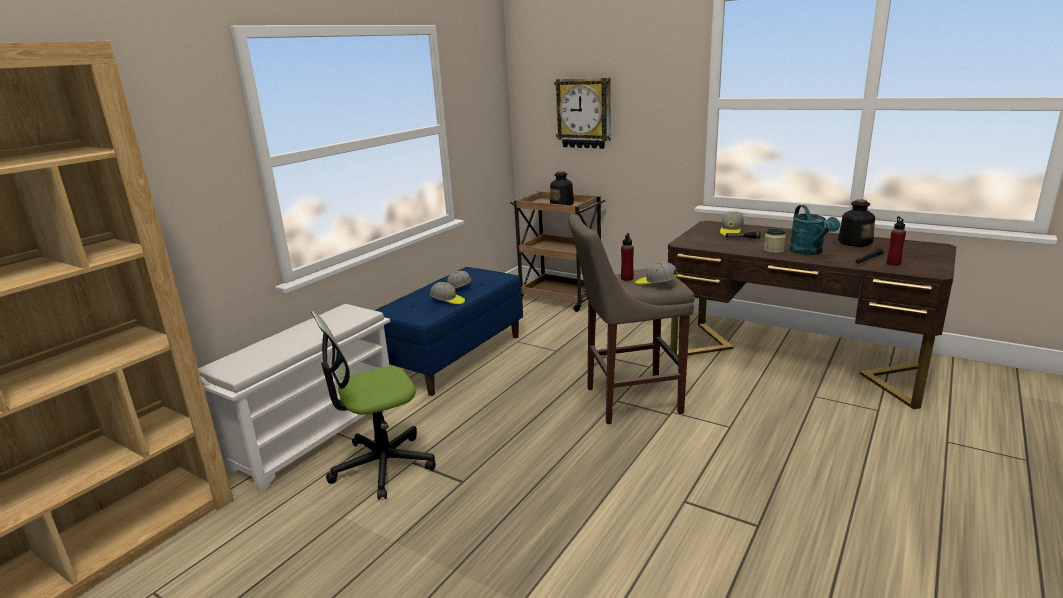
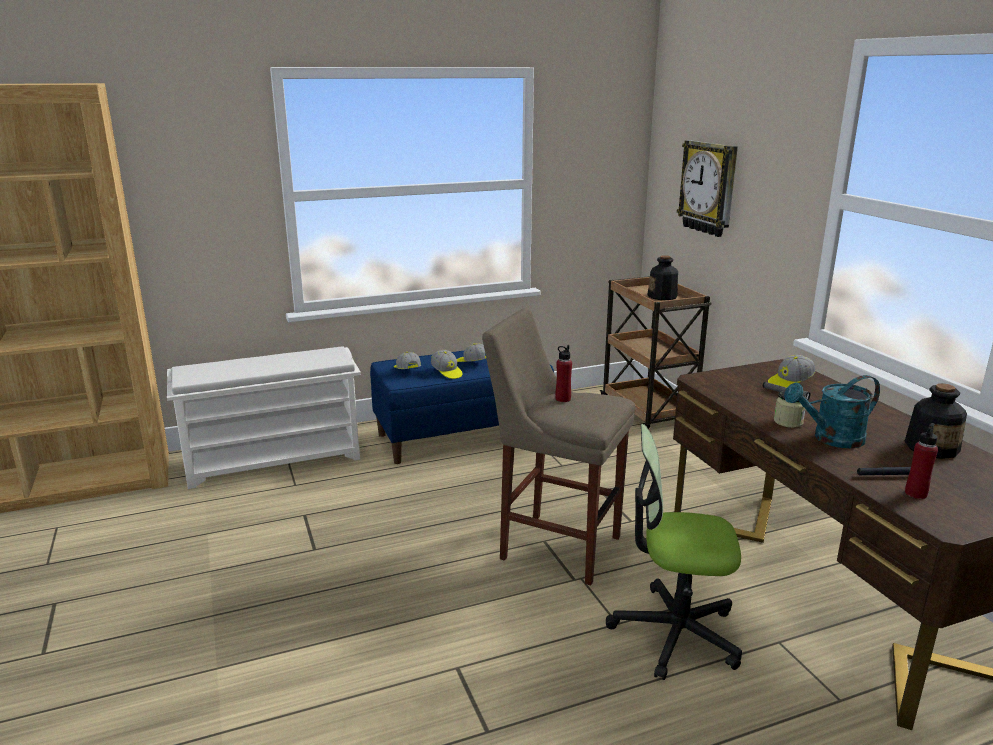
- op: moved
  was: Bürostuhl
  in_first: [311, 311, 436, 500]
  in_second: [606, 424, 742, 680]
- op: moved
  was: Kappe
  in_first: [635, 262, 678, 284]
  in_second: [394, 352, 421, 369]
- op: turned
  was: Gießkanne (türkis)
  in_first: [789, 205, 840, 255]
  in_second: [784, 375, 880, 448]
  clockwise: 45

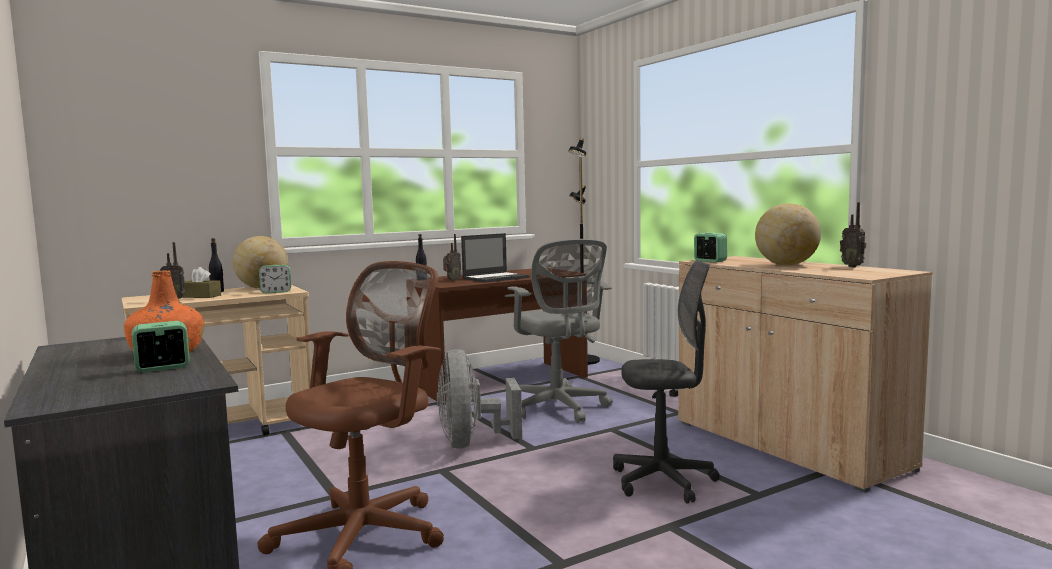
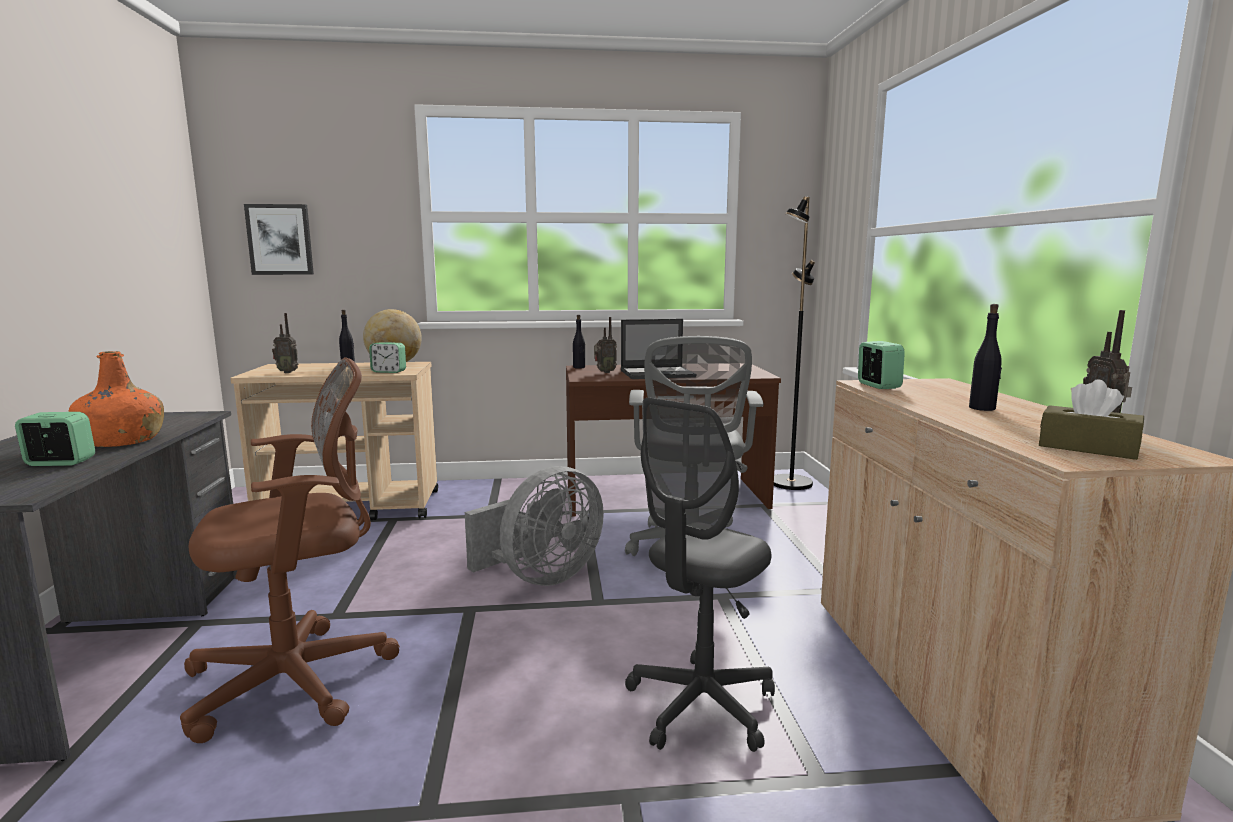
- op: moved
  was: Taschentuchbox (braun)
  in_first: [182, 267, 221, 298]
  in_second: [1039, 379, 1144, 460]
- op: turned
  was: Ventilator (grau)
  in_first: [437, 349, 522, 449]
  in_second: [465, 466, 604, 586]
  clockwise: -150
- op: turned
  was: Bürostuhl (grau)
  in_first: [613, 260, 719, 504]
  in_second: [625, 398, 775, 752]
  clockwise: 105
- op: replaced
  was: Globus
  now: Flasche (schwarz)
  in_first: [755, 203, 821, 265]
  in_second: [969, 304, 1002, 411]
- op: added
  now: Bild
  in_second: [244, 204, 314, 275]

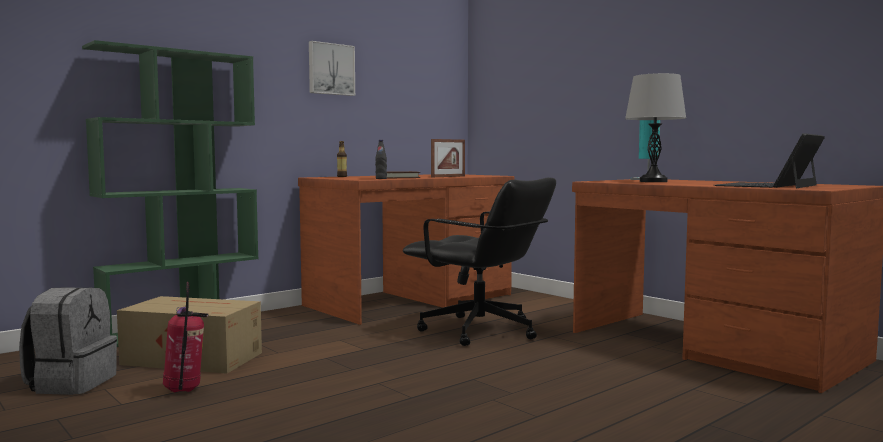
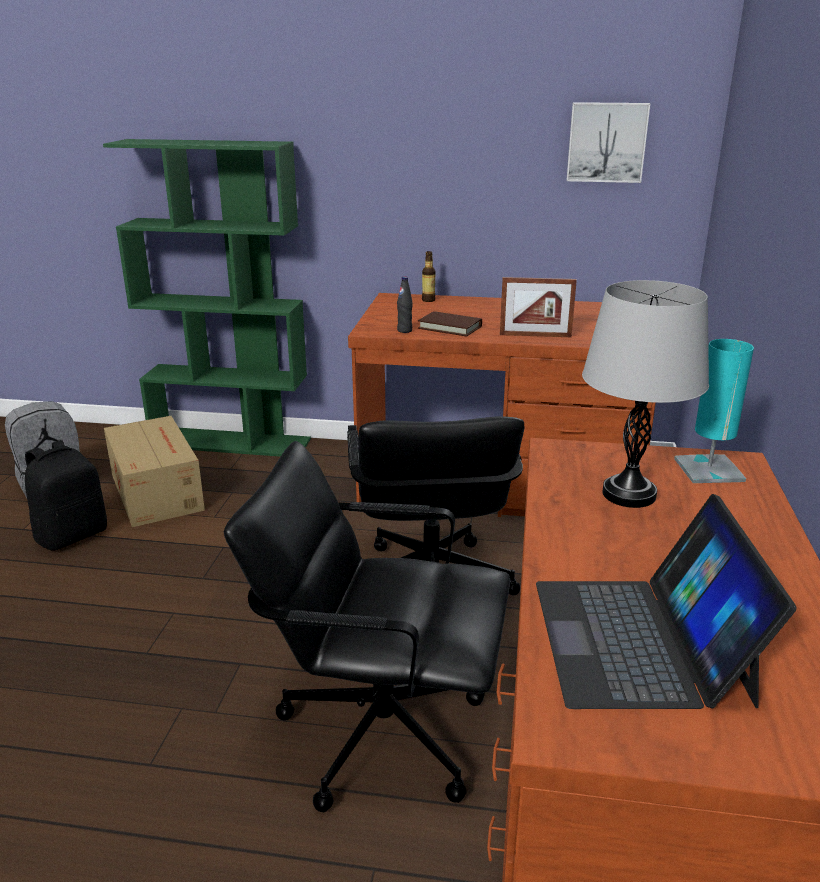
- op: replaced
  was: Feuerlöscher
  now: Rucksack (schwarz)
  in_first: [163, 282, 209, 392]
  in_second: [25, 440, 107, 551]
- op: moved
  was: Bild
  in_first: [309, 41, 355, 96]
  in_second: [566, 102, 650, 183]
- op: turned
  was: Laptop
  in_first: [714, 133, 825, 188]
  in_second: [536, 494, 797, 709]
  clockwise: -90
- op: added
  now: Bürostuhl (schwarz)
  in_second: [224, 441, 510, 813]

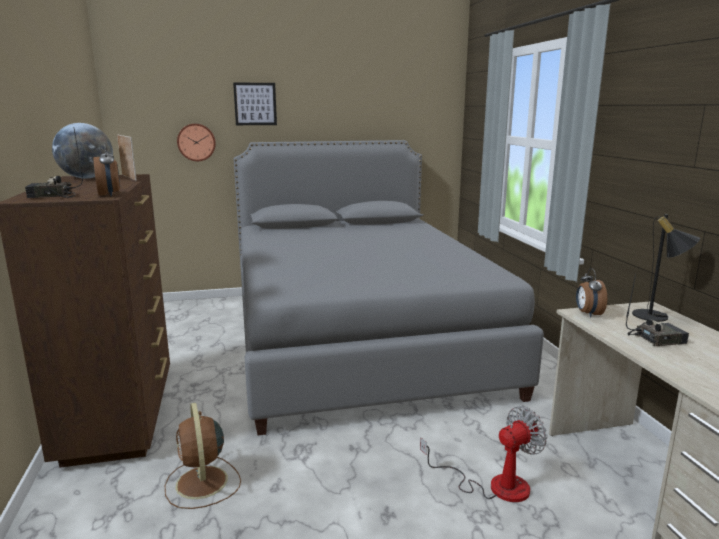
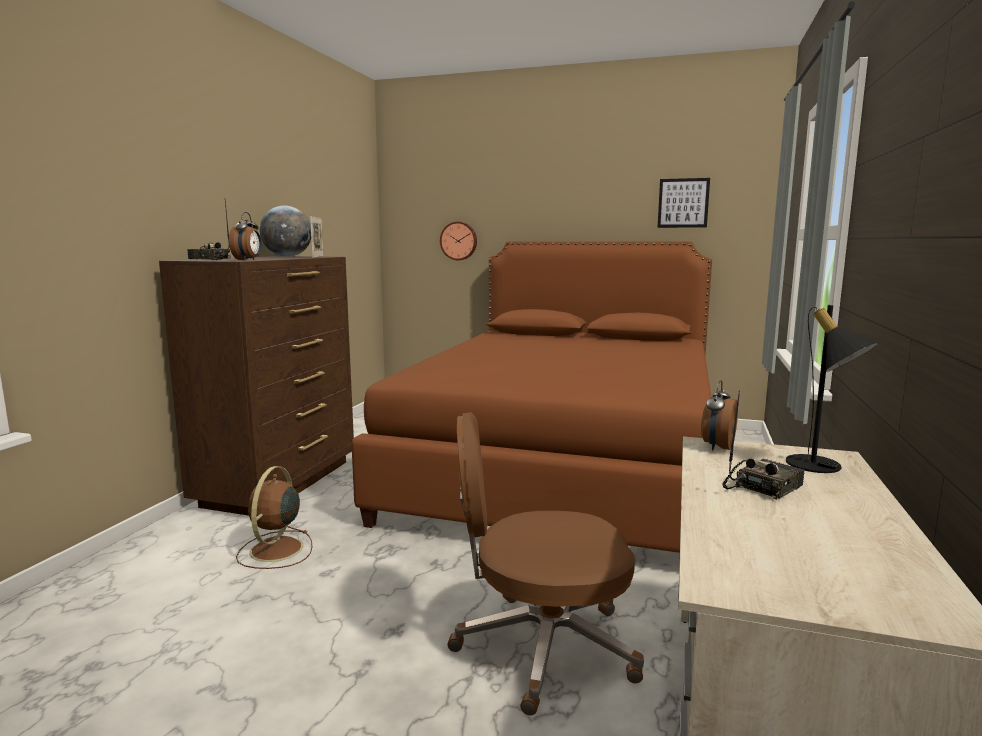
- op: moved
  was: Bild
  in_first: [233, 82, 277, 125]
  in_second: [658, 178, 710, 228]
- op: recoloured
  was: Bett (grau)
  now: Bett (braun)
  in_first: [234, 140, 544, 435]
  in_second: [352, 241, 712, 553]
- op: replaced
  was: Ventilator
  now: Bürostuhl (braun)
  in_first: [420, 406, 547, 502]
  in_second: [448, 412, 644, 715]
- op: turned
  was: Radio
  in_first: [626, 274, 689, 346]
  in_second: [722, 391, 805, 500]
  clockwise: -60

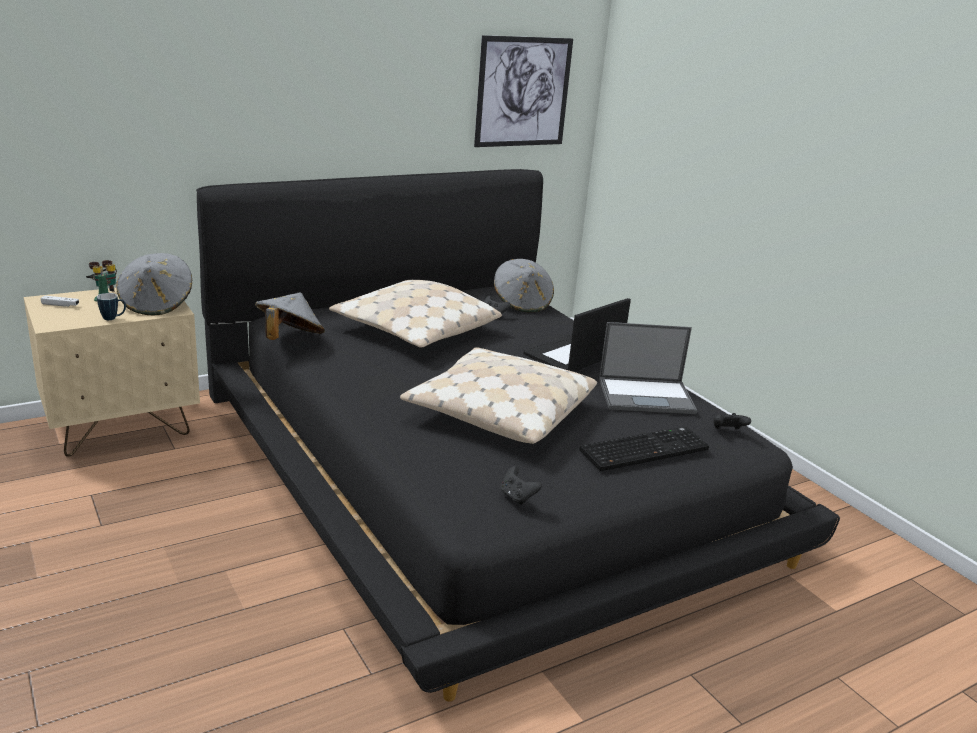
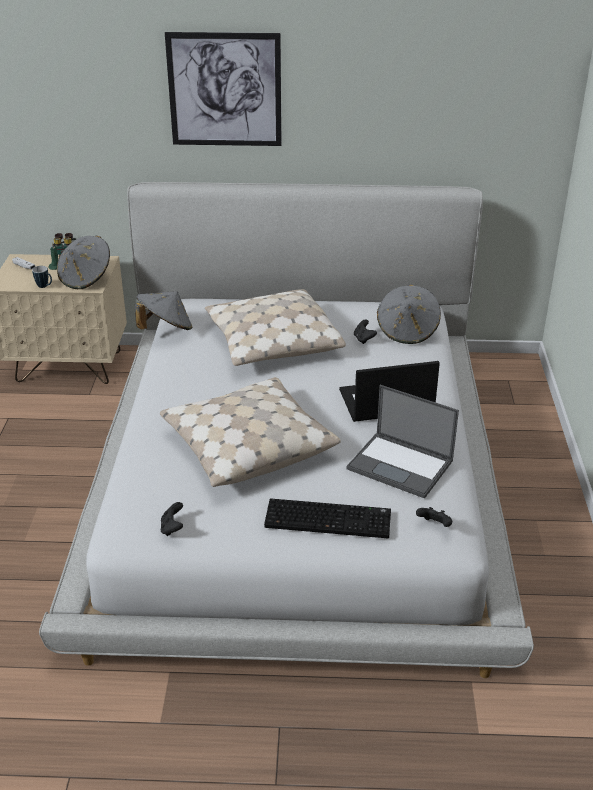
- op: recoloured
  was: Bett (schwarz)
  now: Bett (weiß)
  in_first: [196, 169, 840, 702]
  in_second: [39, 182, 534, 678]
- op: moved
  was: Bild
  in_first: [474, 35, 573, 147]
  in_second: [165, 32, 281, 146]

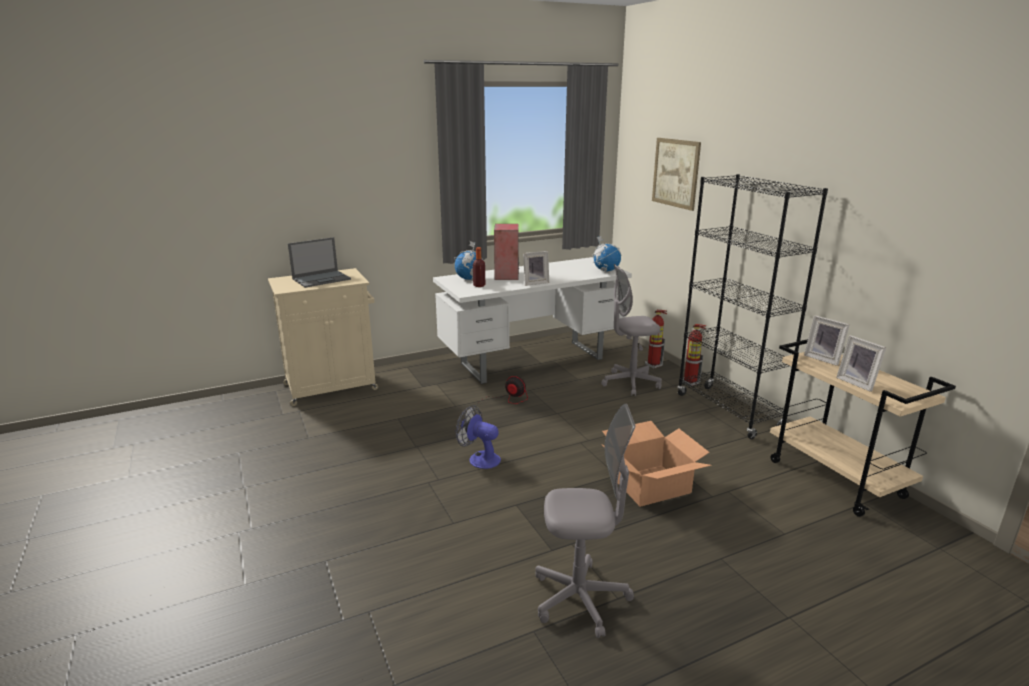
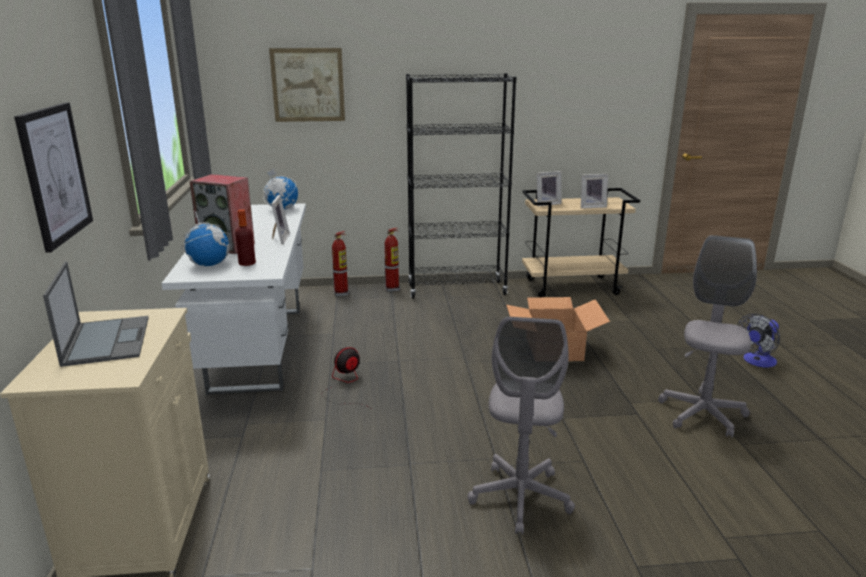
- op: moved
  was: Ventilator
  in_first: [456, 405, 501, 469]
  in_second: [737, 314, 780, 367]
- op: moved
  was: Bürostuhl (grau)
  in_first: [601, 264, 662, 396]
  in_second: [467, 317, 575, 535]
- op: added
  now: Bild
  in_second: [14, 102, 93, 253]

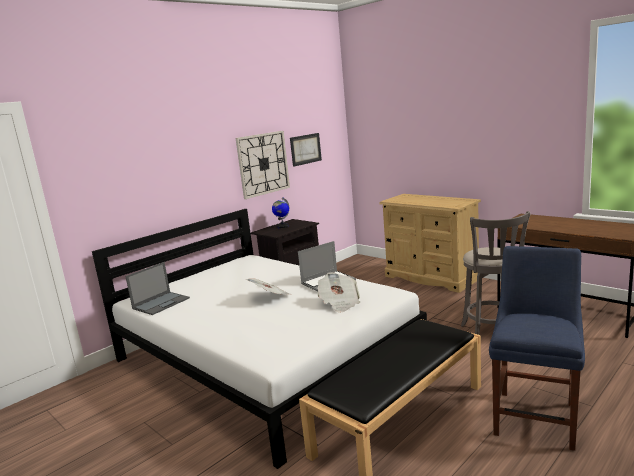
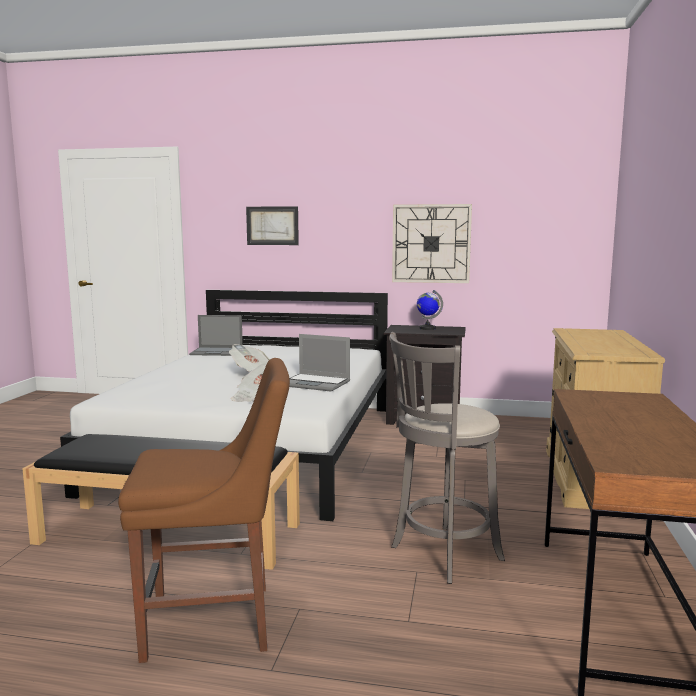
- op: moved
  was: Bild
  in_first: [290, 133, 322, 167]
  in_second: [246, 206, 299, 245]
- op: recoloured
  was: Stuhl (blau)
  now: Stuhl (braun)
  in_first: [489, 246, 585, 451]
  in_second: [118, 358, 290, 663]

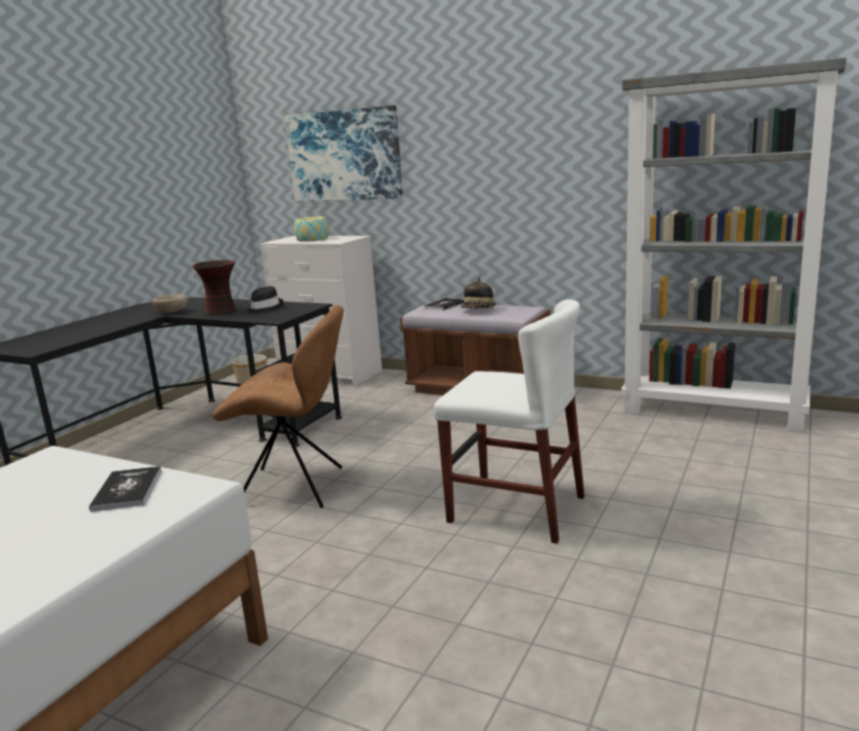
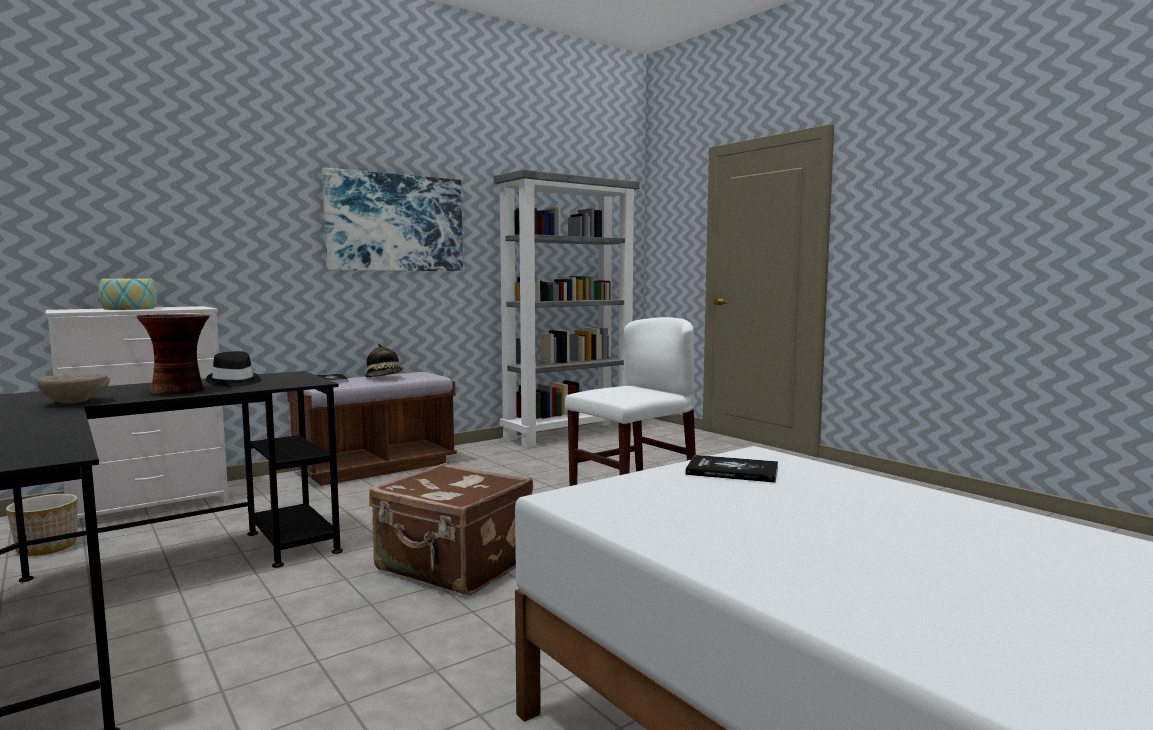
- op: replaced
  was: Stuhl (braun)
  now: Koffer (braun)
  in_first: [212, 305, 344, 508]
  in_second: [369, 463, 533, 595]
- op: moved
  was: Bild
  in_first: [285, 105, 403, 202]
  in_second: [322, 168, 463, 271]

